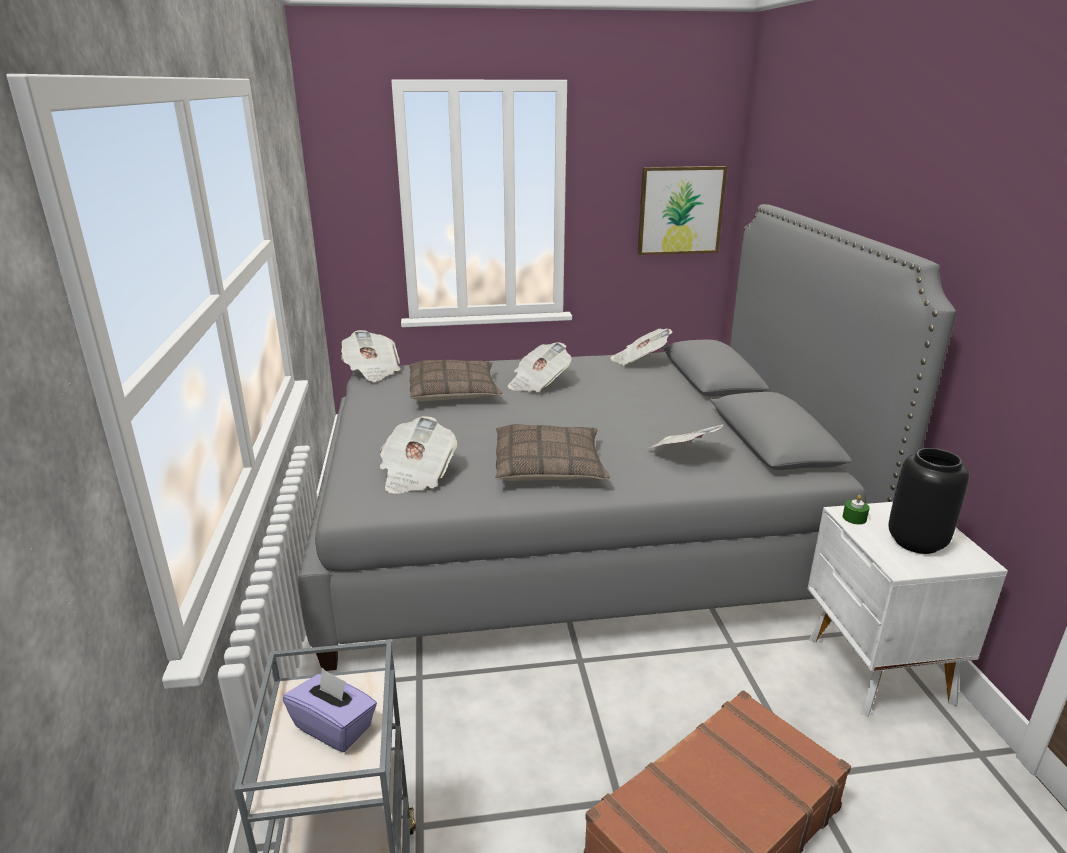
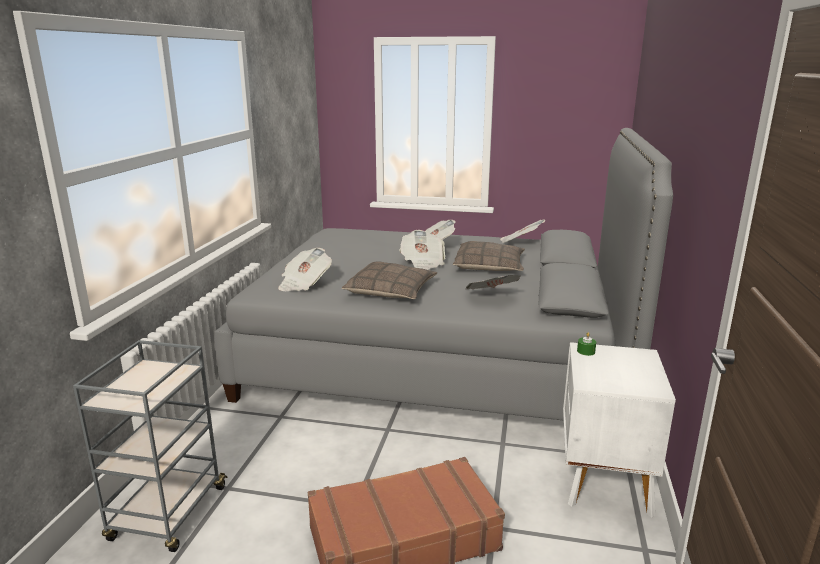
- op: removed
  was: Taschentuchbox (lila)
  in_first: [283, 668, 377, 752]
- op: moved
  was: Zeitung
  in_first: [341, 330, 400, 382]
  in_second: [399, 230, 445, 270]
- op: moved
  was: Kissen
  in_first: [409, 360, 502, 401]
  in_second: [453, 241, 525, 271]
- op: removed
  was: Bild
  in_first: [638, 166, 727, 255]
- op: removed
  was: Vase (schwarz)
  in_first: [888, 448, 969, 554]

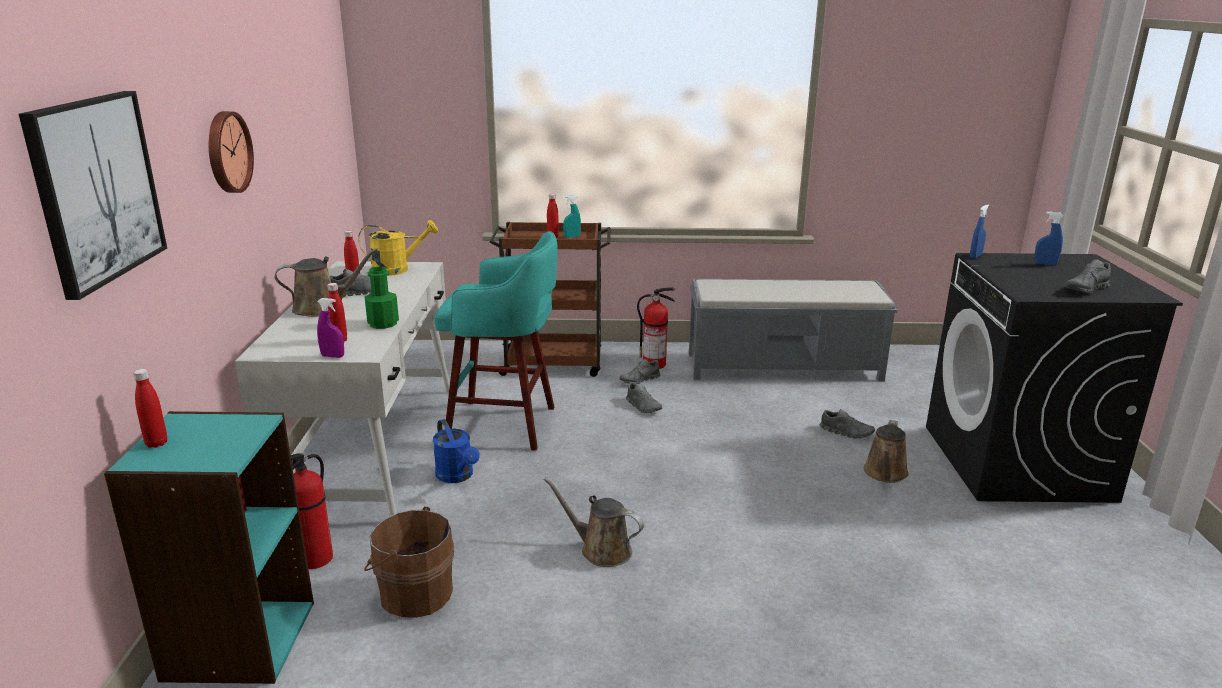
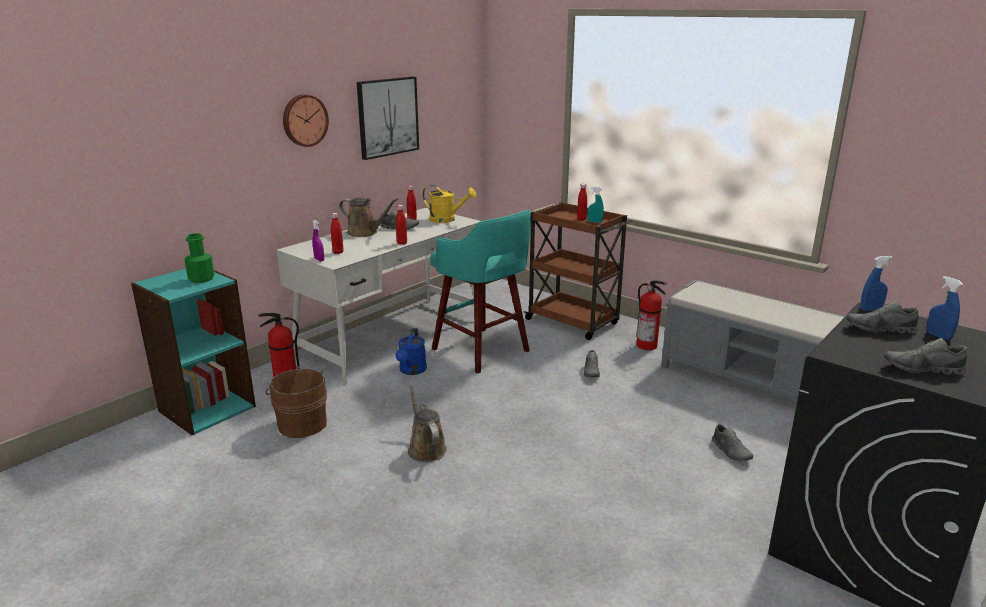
- op: moved
  was: Bild
  in_first: [19, 91, 167, 300]
  in_second: [357, 76, 419, 160]
- op: moved
  was: Flasche (rot)
  in_first: [133, 369, 167, 448]
  in_second: [396, 205, 407, 245]
- op: moved
  was: Flasche (grün)
  in_first: [364, 267, 399, 329]
  in_second: [185, 233, 215, 283]
- op: moved
  was: Schuh (grau)
  in_first: [620, 359, 660, 384]
  in_second: [846, 301, 919, 333]
- op: removed
  was: Gießkanne (braun)
  in_first: [864, 420, 909, 483]

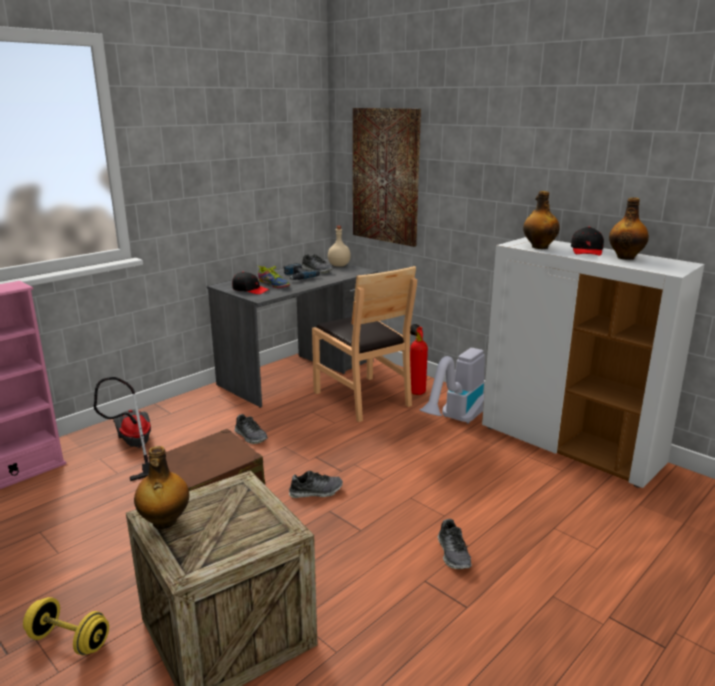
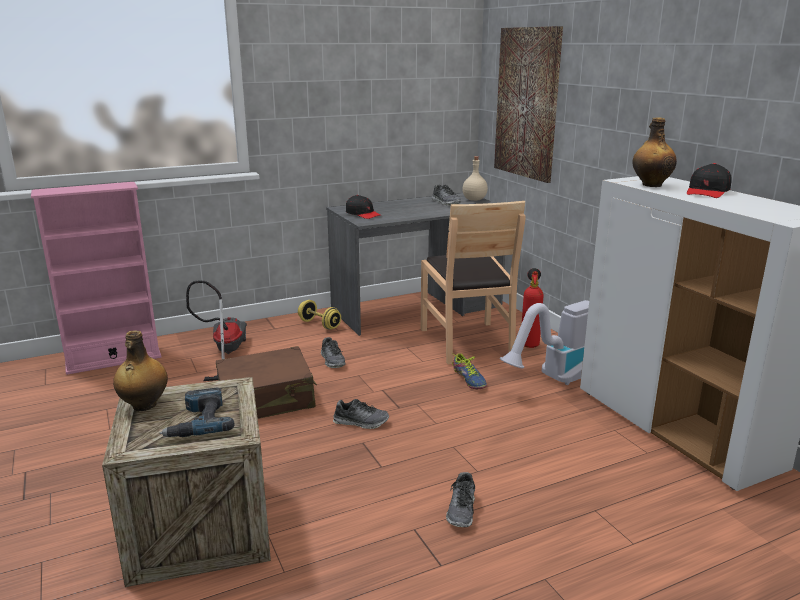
- op: moved
  was: Hantel (gelb)
  in_first: [23, 597, 109, 655]
  in_second: [298, 300, 341, 330]
- op: moved
  was: Schuh
  in_first: [258, 266, 290, 288]
  in_second: [452, 353, 487, 389]
- op: moved
  was: Bohrmaschine
  in_first: [283, 263, 320, 280]
  in_second: [159, 388, 235, 437]
- op: removed
  was: Flasche
  in_first: [609, 197, 649, 260]

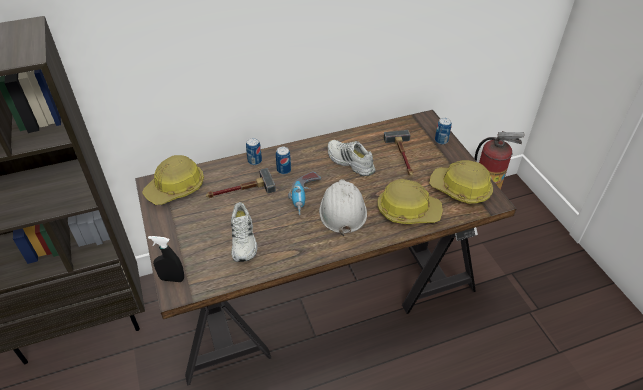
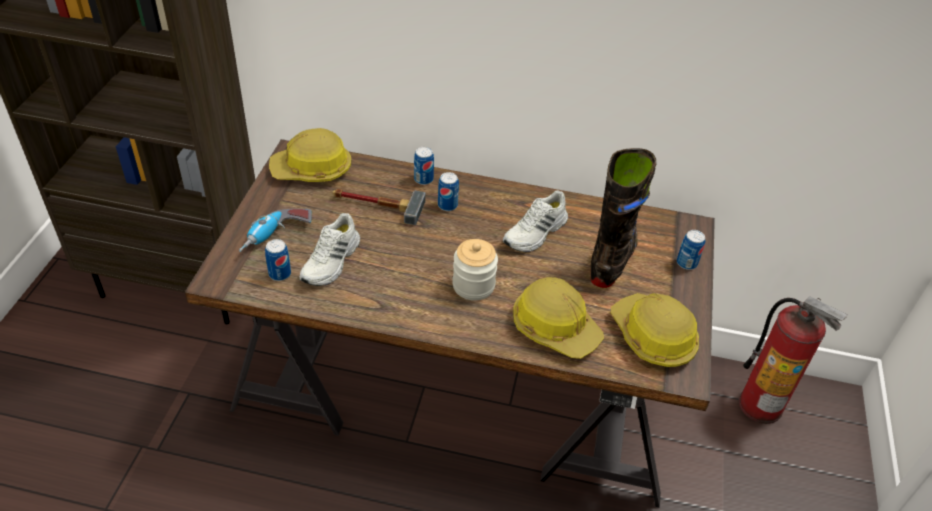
- op: removed
  was: Sprühflasche (schwarz)
  in_first: [148, 236, 184, 282]
- op: moved
  was: Bohrmaschine
  in_first: [288, 171, 321, 215]
  in_second: [239, 209, 312, 252]
- op: replaced
  was: Schutzhelm (weiß)
  now: Vorratsglas
  in_first: [319, 179, 367, 236]
  in_second: [452, 239, 498, 301]
- op: turned
  was: Schuh (weiß)
  in_first: [328, 140, 376, 176]
  in_second: [503, 190, 568, 252]
  clockwise: -120
- op: replaced
  was: Hammer
  now: Stiefel (schwarz)
  in_first: [384, 130, 413, 176]
  in_second: [591, 148, 657, 288]
- op: added
  now: Dose
  in_second: [265, 239, 291, 281]

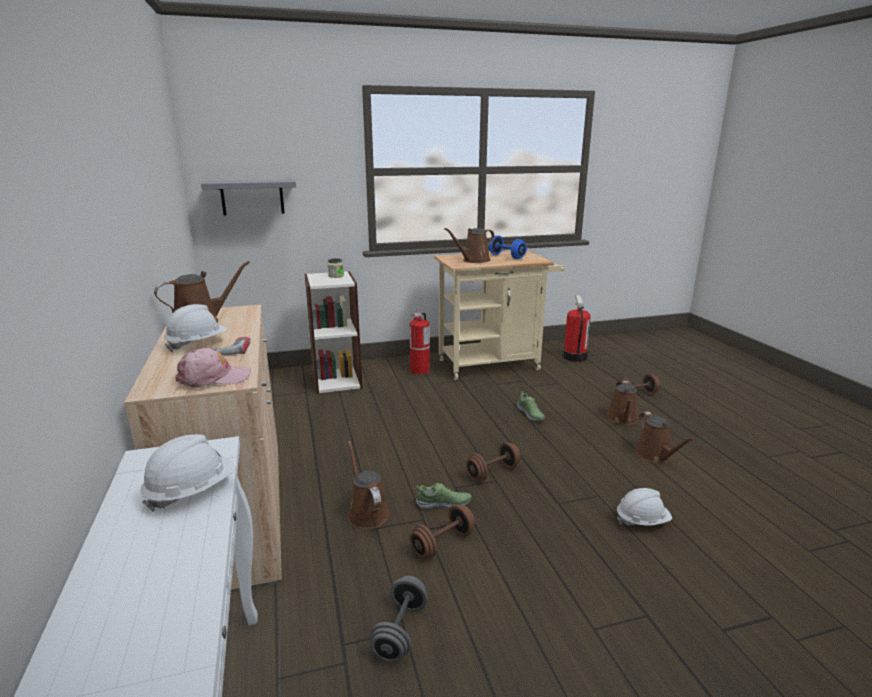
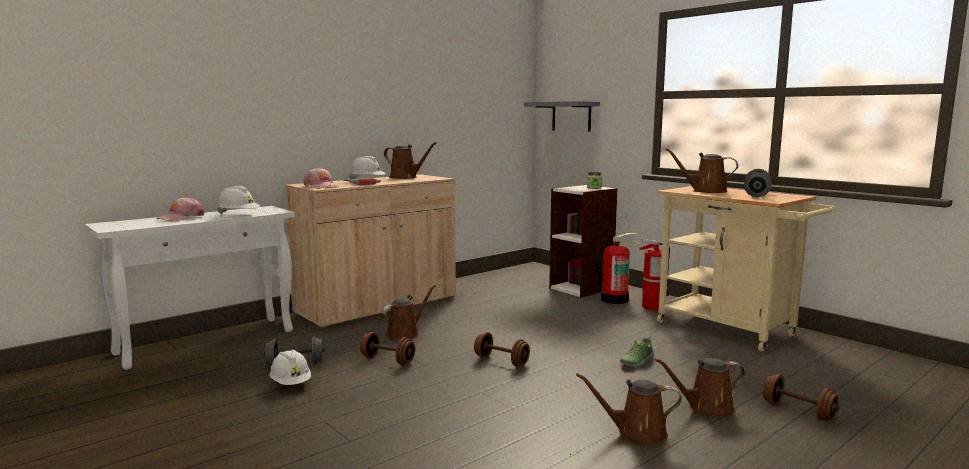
- op: removed
  was: Schuh
  in_first: [416, 483, 472, 509]
- op: recoloured
  was: Hantel (blau)
  now: Hantel (grau)
  in_first: [488, 235, 527, 259]
  in_second: [744, 169, 772, 197]
- op: moved
  was: Feuerlöscher
  in_first: [562, 295, 591, 362]
  in_second: [595, 233, 638, 304]
- op: moved
  was: Schutzhelm (weiß)
  in_first: [617, 488, 672, 526]
  in_second: [270, 349, 311, 385]
- op: turned
  was: Gießkanne (braun)
  in_first: [635, 411, 695, 463]
  in_second: [576, 373, 682, 445]
  clockwise: 45
- op: added
  now: Kappe (rosa)
  in_second: [157, 197, 205, 221]

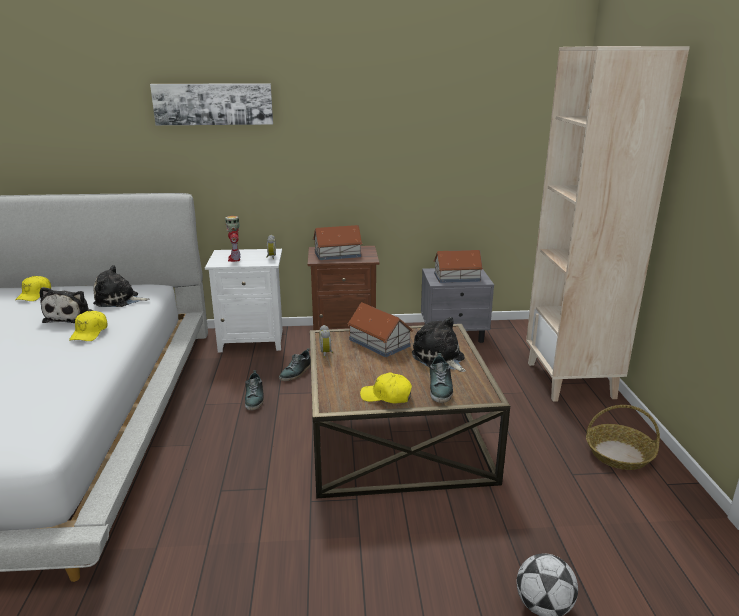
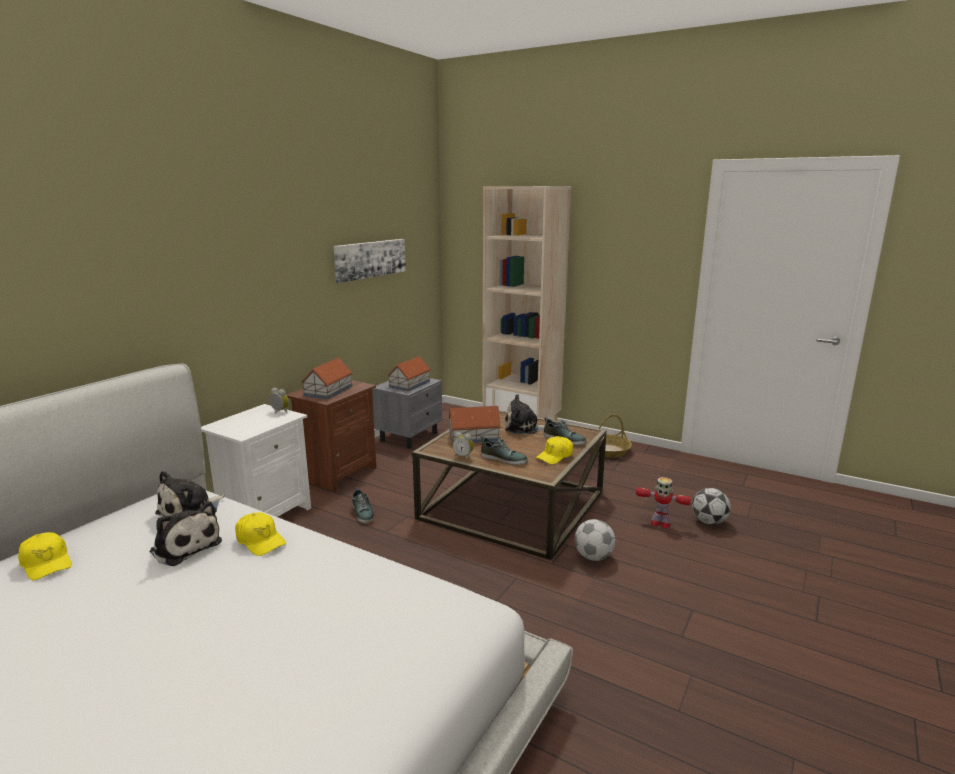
- op: moved
  was: Bild
  in_first: [150, 83, 273, 125]
  in_second: [333, 239, 406, 283]
- op: moved
  was: Spielzeugroboter
  in_first: [225, 216, 241, 262]
  in_second: [636, 477, 691, 528]
- op: moved
  was: Schuh
  in_first: [245, 370, 264, 410]
  in_second: [481, 436, 528, 465]
- op: added
  now: Fußball
  in_second: [575, 519, 616, 561]

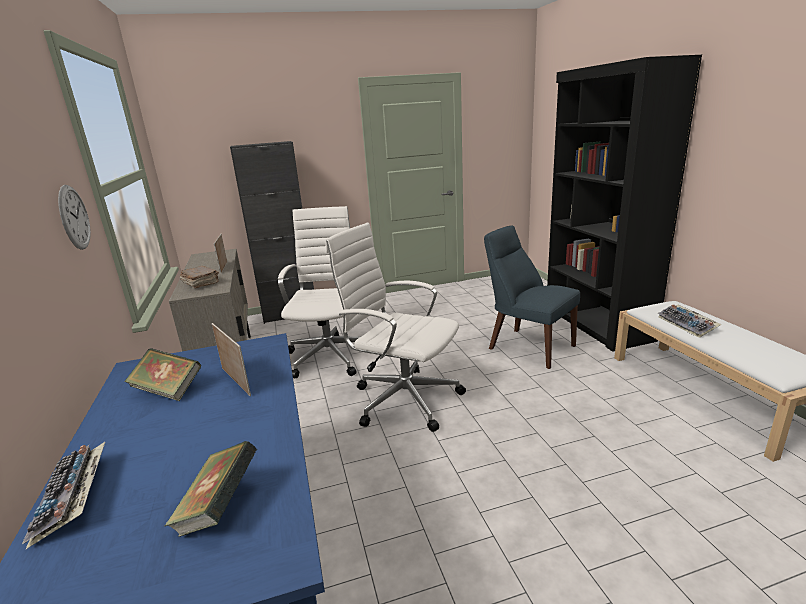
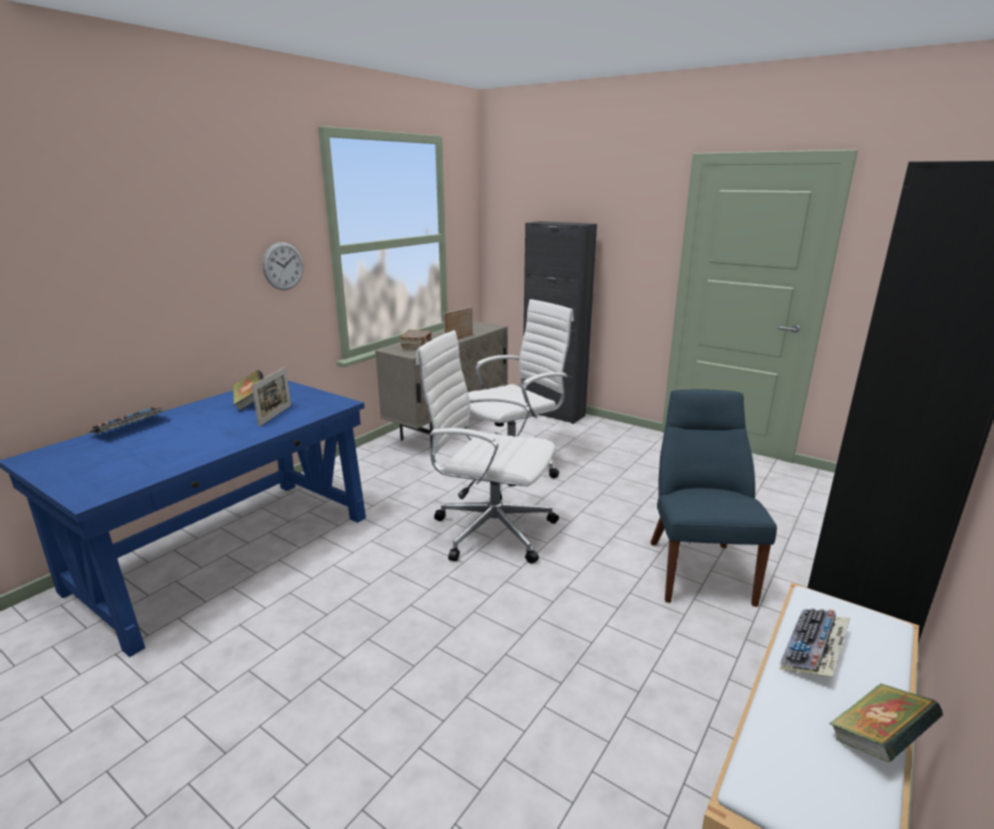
- op: moved
  was: Buch
  in_first: [165, 441, 257, 537]
  in_second: [829, 683, 943, 762]
- op: turned
  was: Bürostuhl (weiß)
  in_first: [325, 223, 466, 432]
  in_second: [416, 330, 559, 564]
  clockwise: -60

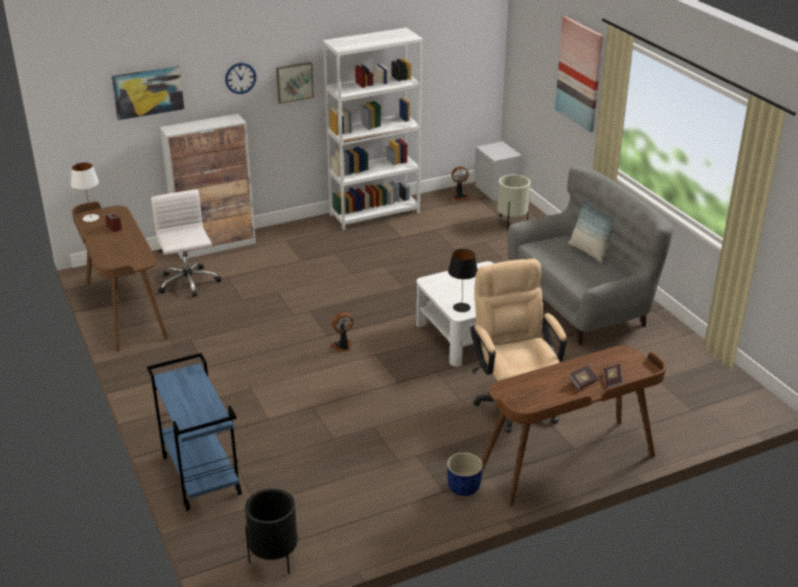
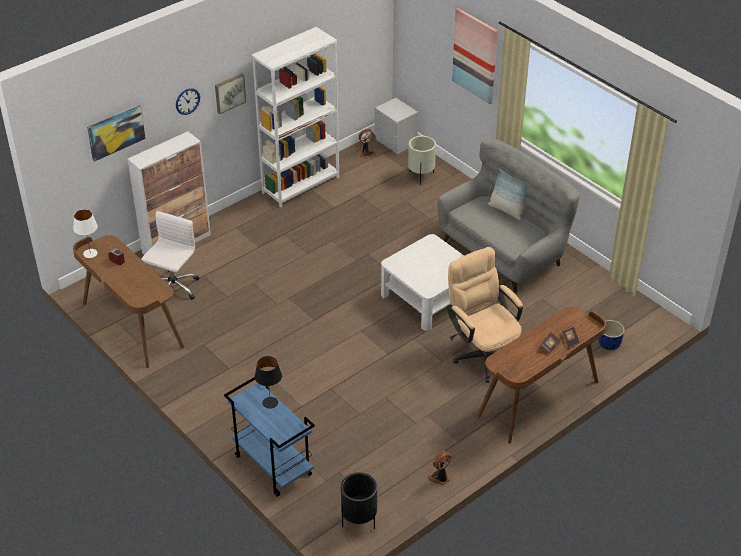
- op: turned
  was: Bürostuhl (weiß)
  in_first: [151, 190, 221, 297]
  in_second: [141, 211, 199, 300]
  clockwise: 60
- op: moved
  was: Ventilator
  in_first: [330, 312, 354, 352]
  in_second: [428, 451, 451, 485]
- op: moved
  was: Pflanzkübel (blau)
  in_first: [447, 453, 483, 496]
  in_second: [598, 320, 625, 350]
- op: moved
  was: Tischlampe (schwarz)
  in_first: [448, 249, 478, 312]
  in_second: [255, 356, 282, 409]

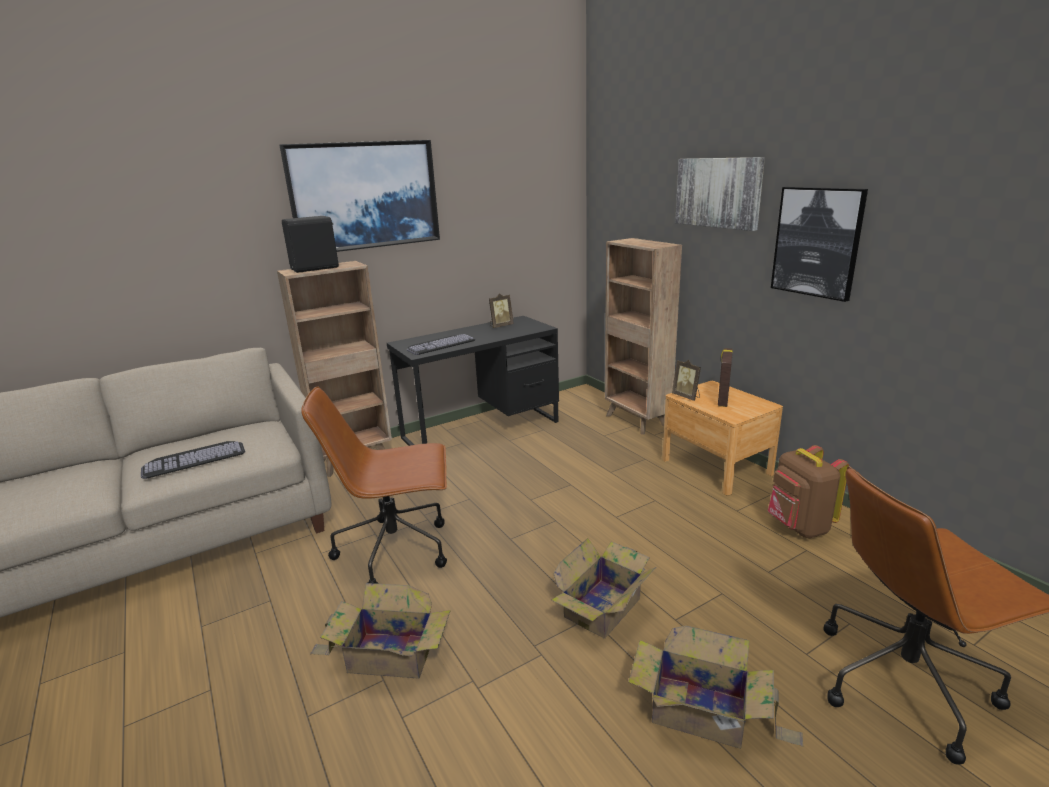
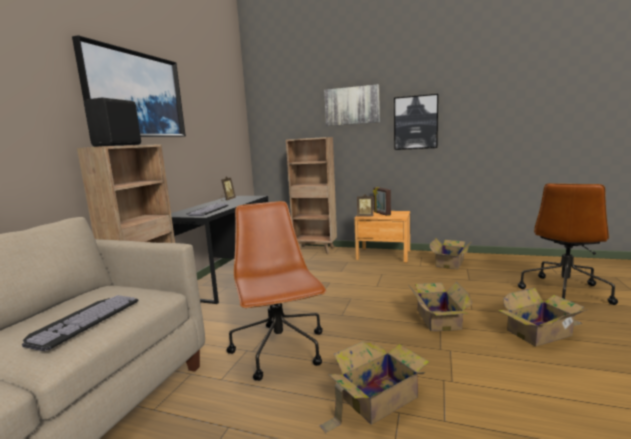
- op: turned
  was: Bürostuhl (braun)
  in_first: [301, 386, 447, 584]
  in_second: [226, 201, 326, 381]
  clockwise: 120
- op: replaced
  was: Rucksack (braun)
  now: Karton
  in_first: [768, 445, 849, 539]
  in_second: [429, 238, 472, 270]

